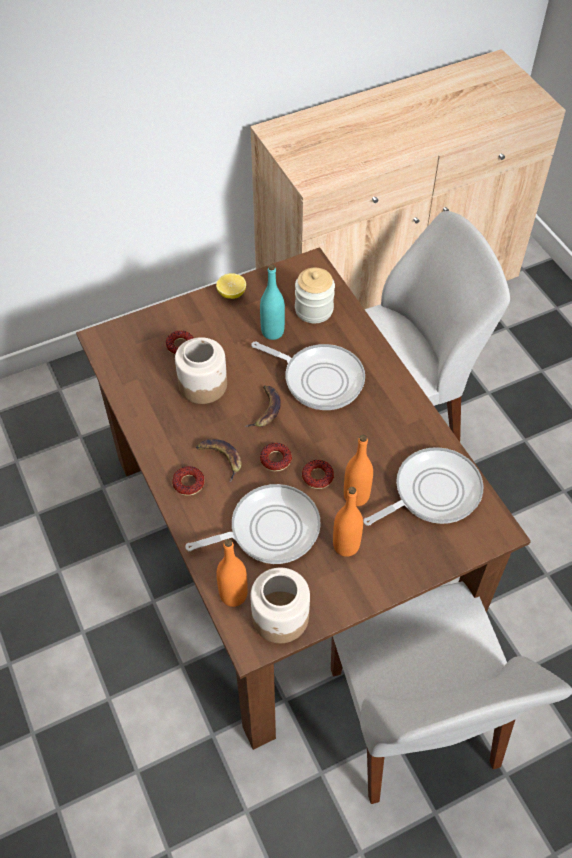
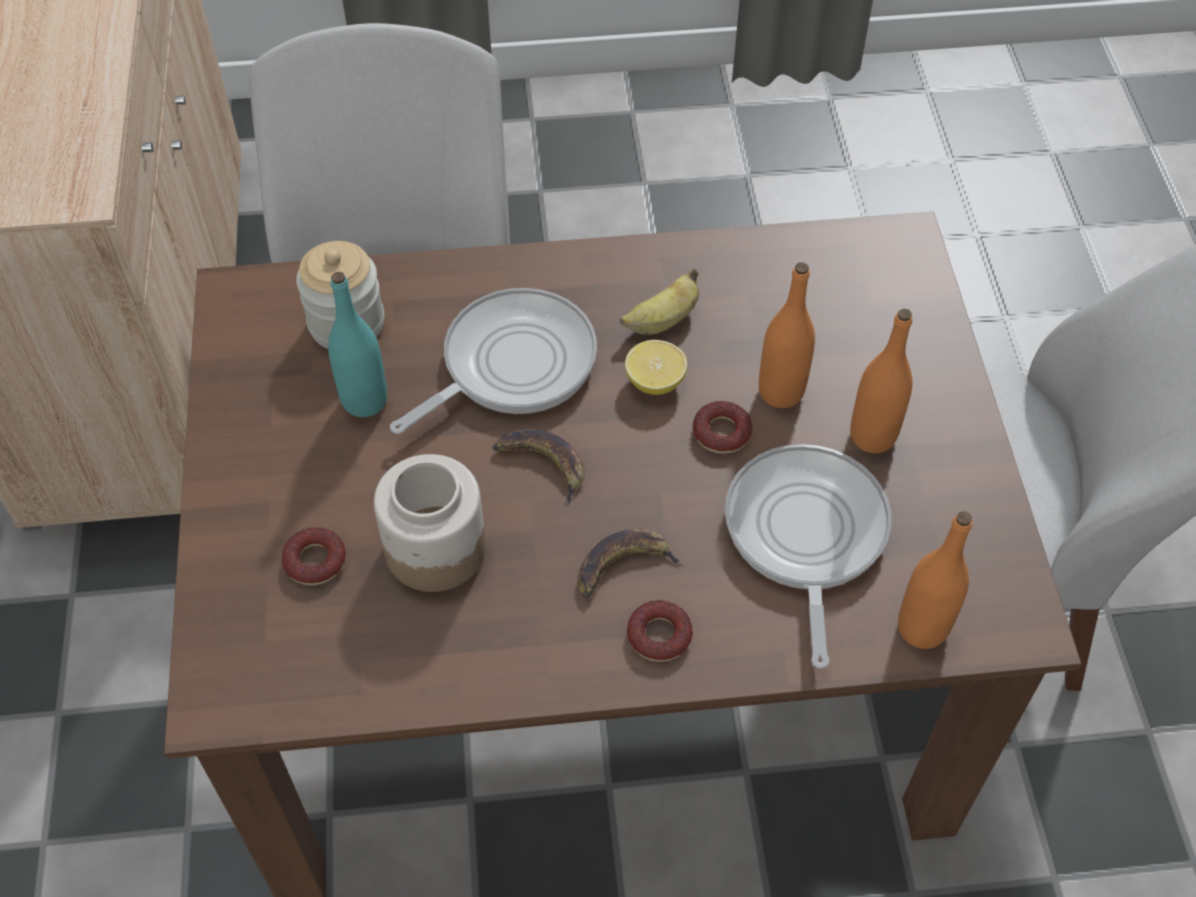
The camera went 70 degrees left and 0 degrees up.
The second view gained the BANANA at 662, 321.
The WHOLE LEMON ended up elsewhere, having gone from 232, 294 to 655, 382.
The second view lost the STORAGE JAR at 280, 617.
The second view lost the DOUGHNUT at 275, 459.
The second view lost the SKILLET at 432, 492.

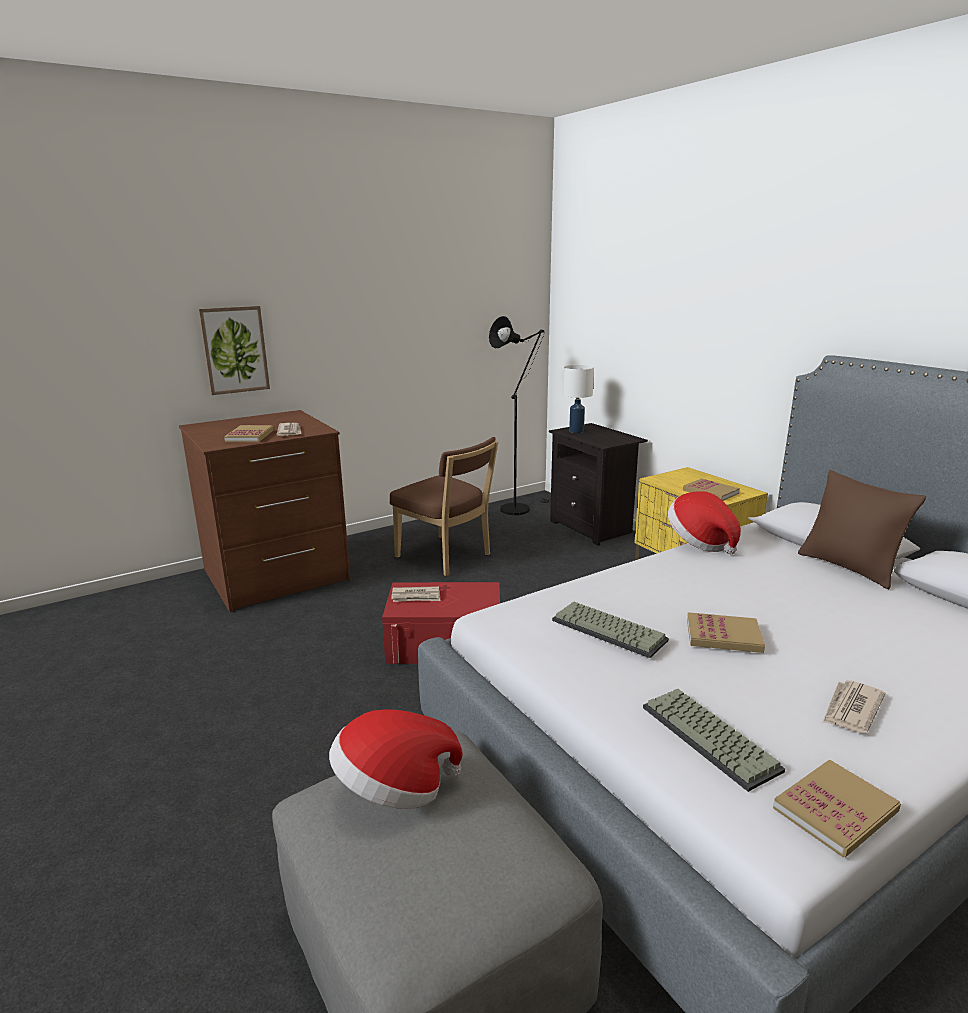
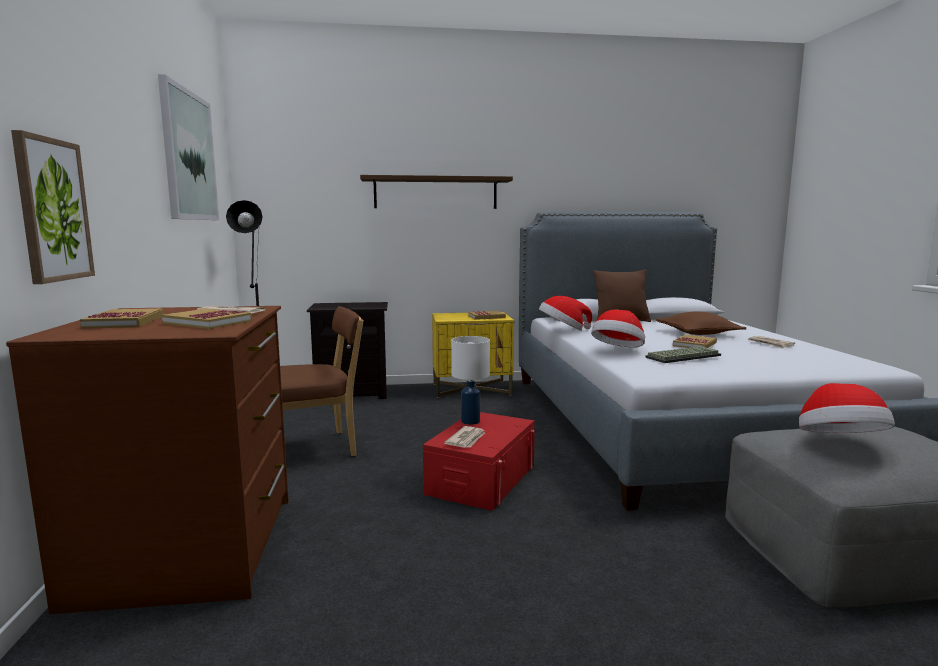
The camera went 65 degrees left and 10 degrees down.
The BOUND BOOK ended up elsewhere, having gone from 835, 810 to 125, 322.
The second view gained the WALL PICTURE at 189, 156.
The second view gained the WALL SHELF at 435, 193.
The WHITISH TABLE LAMP ended up elsewhere, having gone from 576, 431 to 469, 421.
The second view gained the CLOTHING HAT at 618, 350.
The second view gained the BROWN CUSHION at 698, 333.
The second view lost the KEYBOARD at 712, 738.

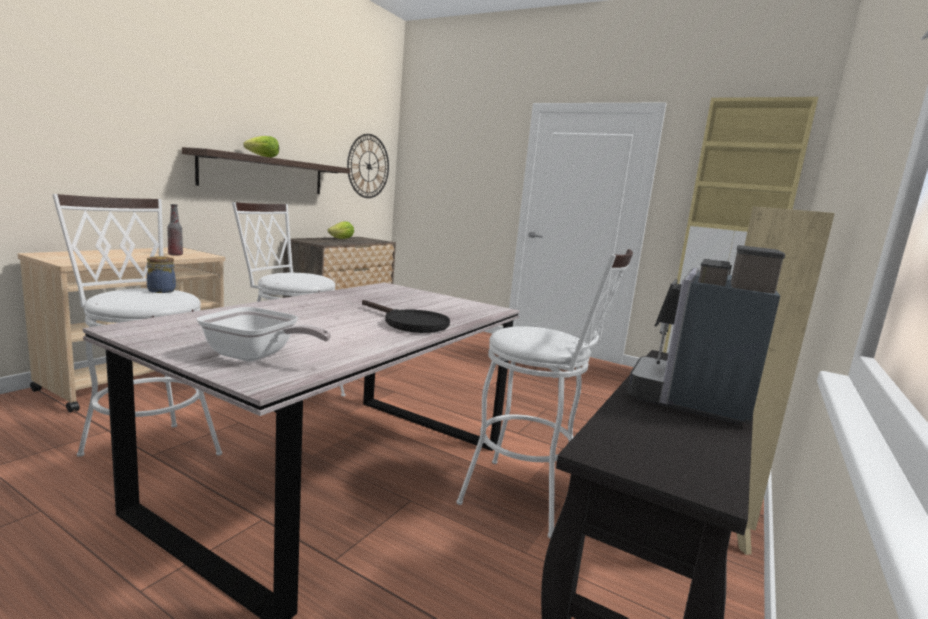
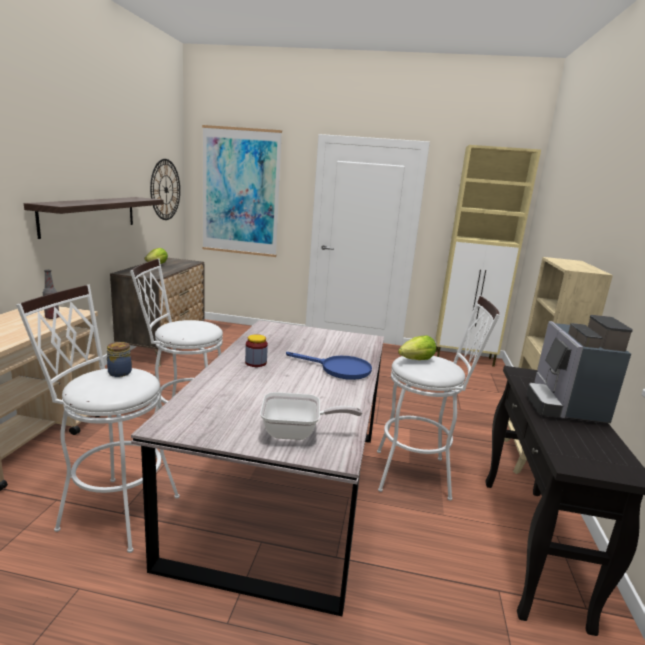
The camera went 20 degrees left and 5 degrees up.
The second view gained the WALL PICTURE at 240, 192.
The second view gained the STORAGE JAR at 256, 363.
What was the BLACK-COLOURED SKILLET at 409, 323 turned into the BLUE SKILLET at 339, 369.
The HEAD OF LETTUCE ended up elsewhere, having gone from 263, 156 to 417, 360.

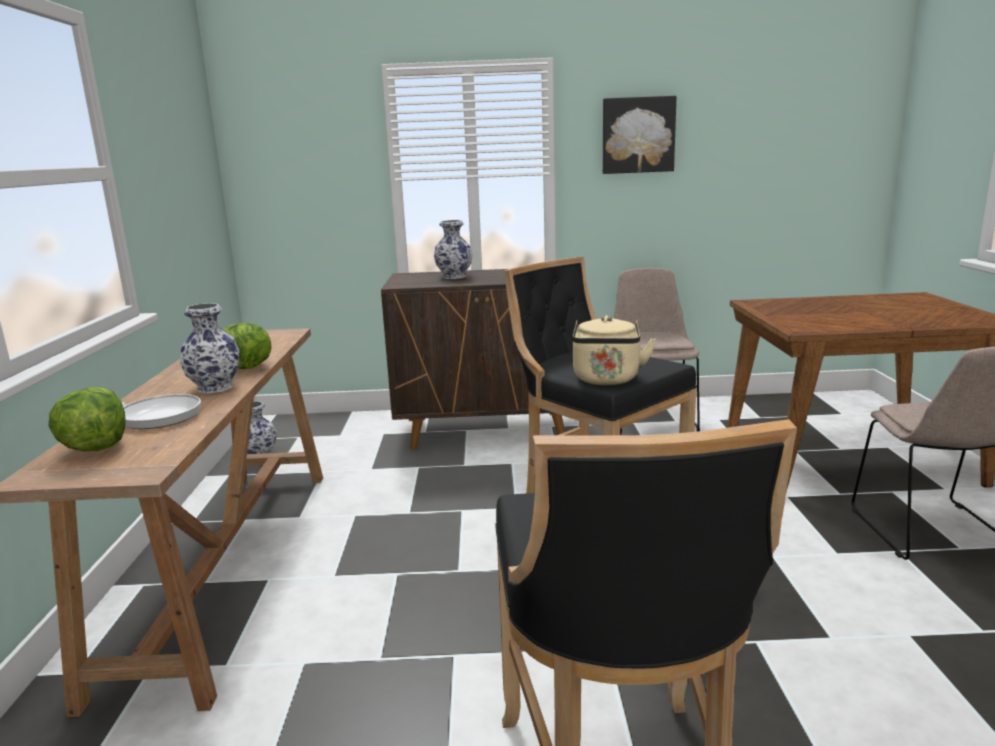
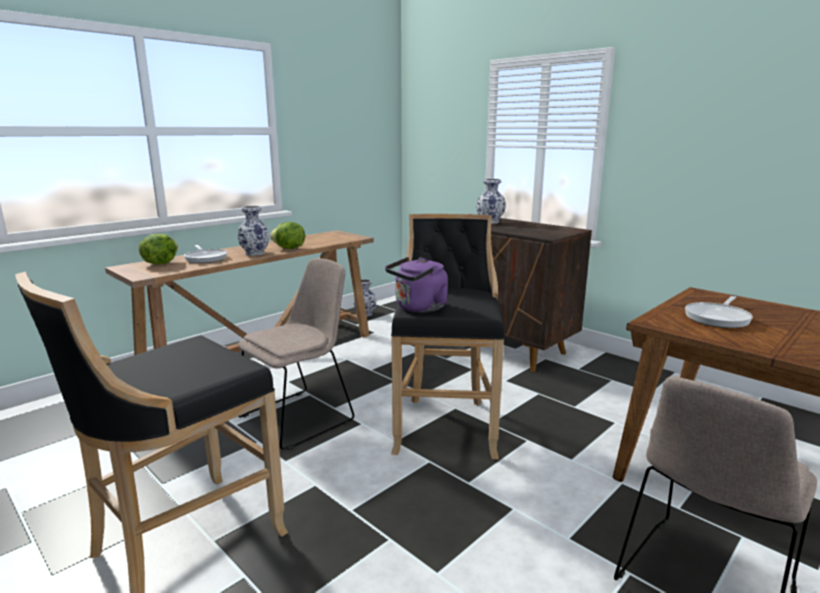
The camera went 45 degrees right and 0 degrees up.
The BEIGE-COLOURED PLAIN CHAIR ended up elsewhere, having gone from 650, 419 to 300, 417.
What was the BEIGE-COLOURED KETTLE at 607, 380 turned into the PURPLISH KETTLE at 418, 308.
The second view gained the SKILLET at 718, 318.
The second view lost the WALL PICTURE at 638, 135.

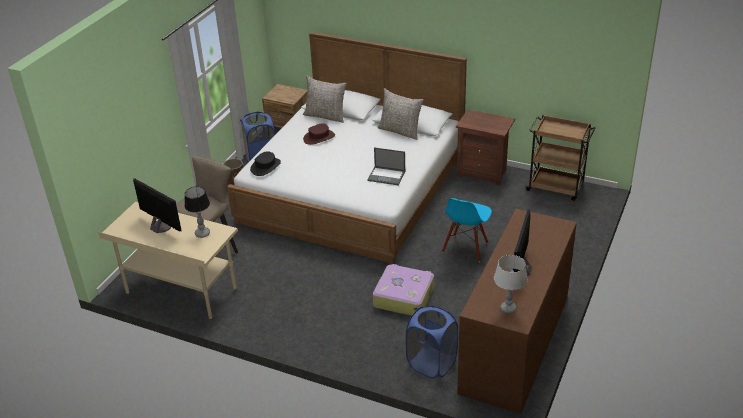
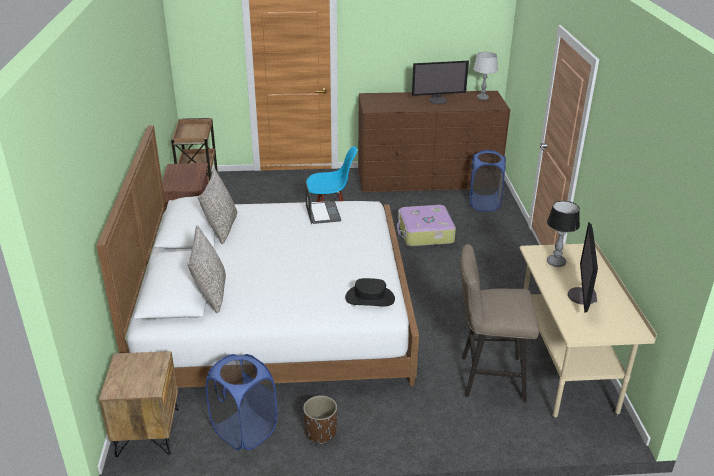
The camera went 120 degrees left and 5 degrees down.
The second view lost the BROWN CLOTHING HAT at 319, 137.

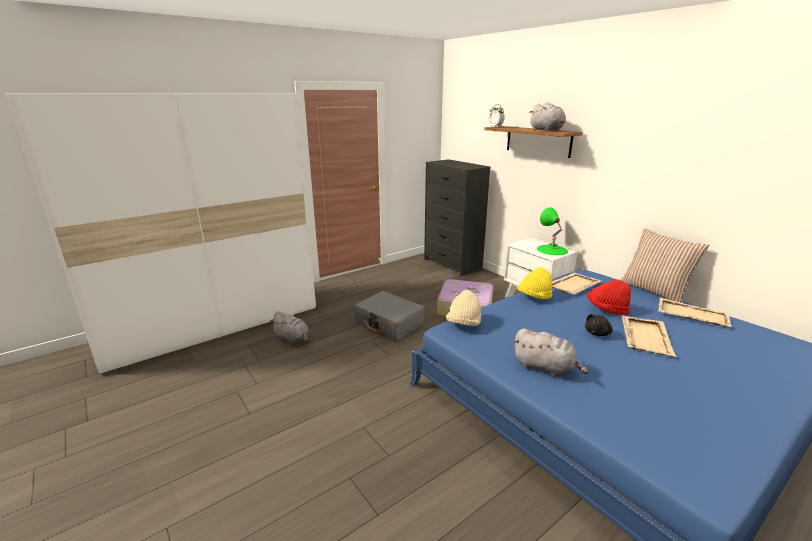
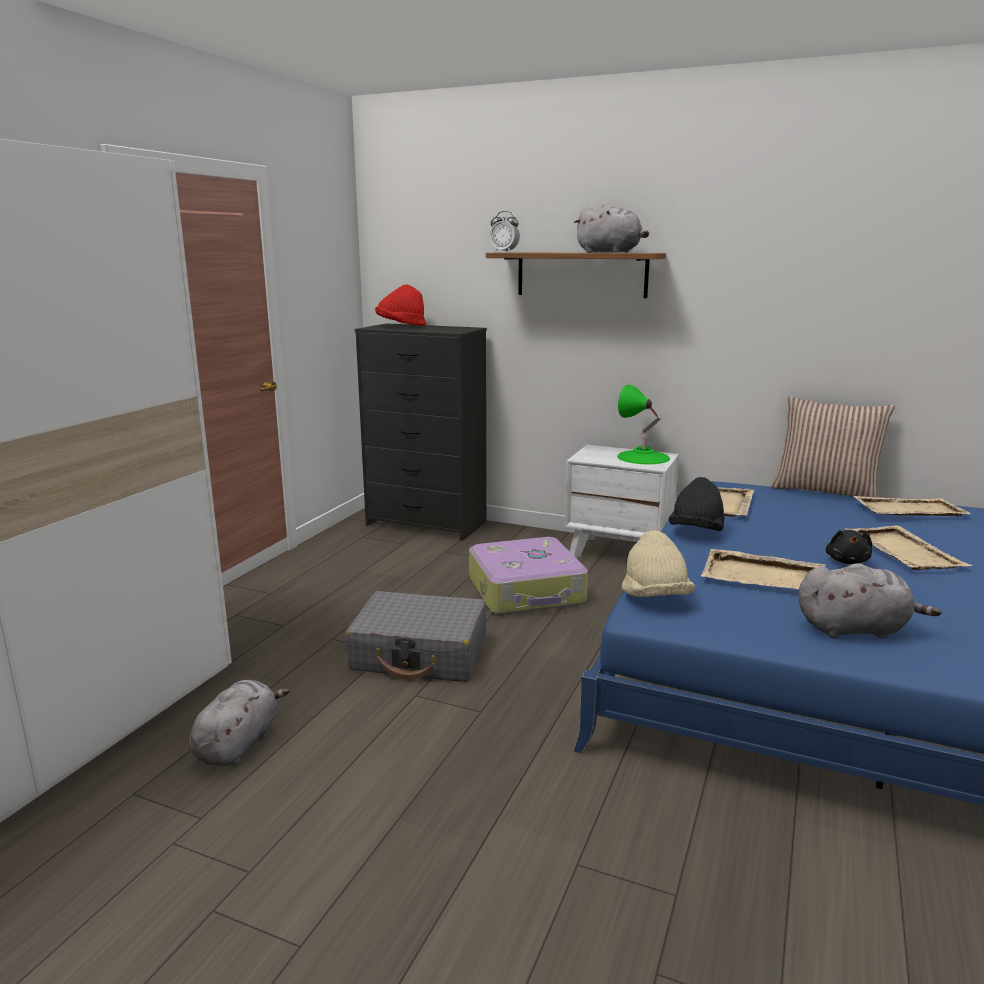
The camera went 30 degrees left and 5 degrees down.
The GRAY SOFT TOY at 292, 338 ended up facing another way, 75 degrees counterclockwise from before.
The RED CLOTHING HAT ended up elsewhere, having gone from 606, 309 to 401, 326.
What was the YELLOW CLOTHING HAT at 534, 297 turned into the BLACK-COLOURED CLOTHING HAT at 696, 532.
The second view gained the BEIGE-COLOURED CARRYING TRAY at 764, 575.

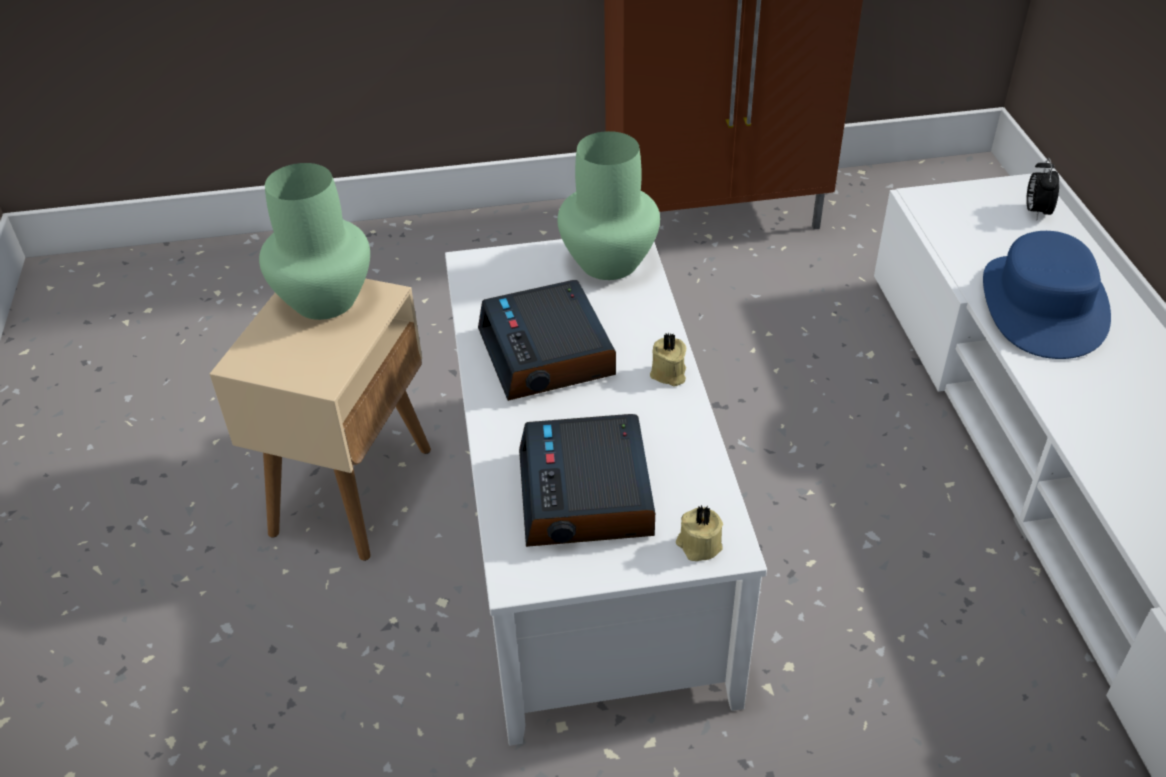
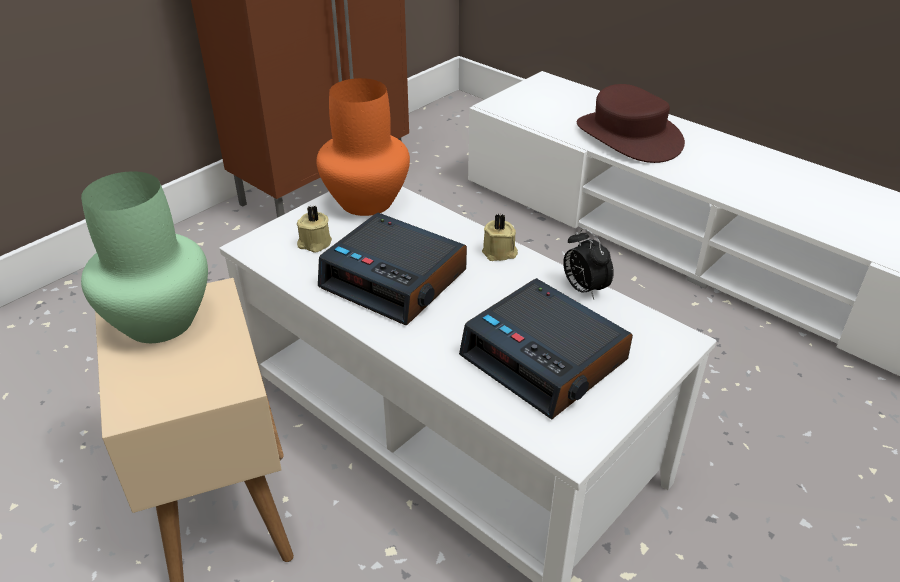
The camera went 40 degrees left and 5 degrees down.
The BEIGE-COLOURED WAX LIGHT ended up elsewhere, having gone from 698, 545 to 314, 243.
What was the GREEN-COLOURED VASE at 610, 261 turned into the ORANGE VASE at 366, 201.
The BEDSIDE CLOCK ended up elsewhere, having gone from 1036, 211 to 583, 289.
What was the BLUE CLOTHING HAT at 1041, 306 turned into the BROWN CLOTHING HAT at 627, 136.

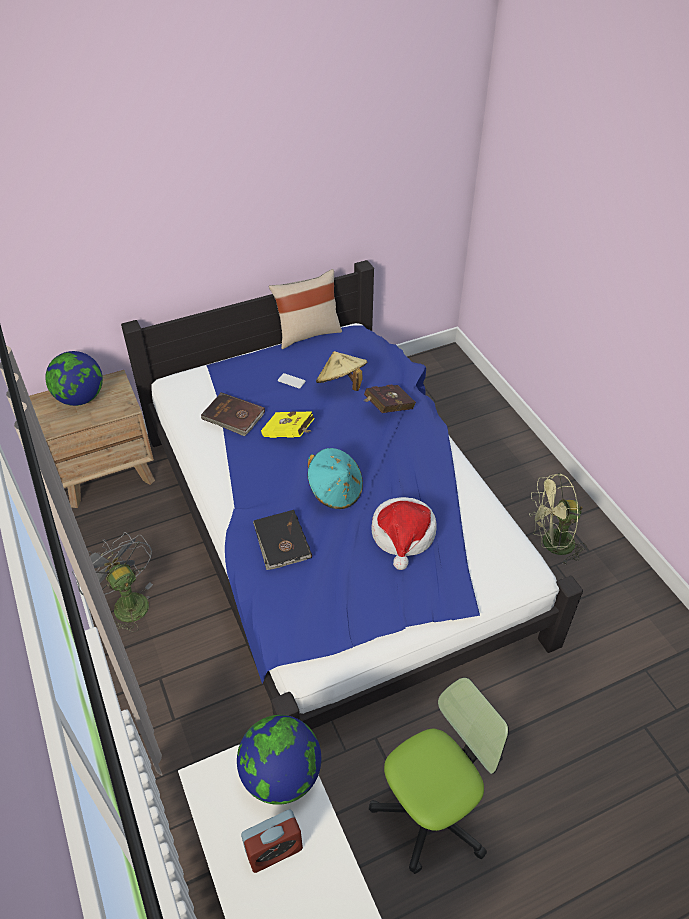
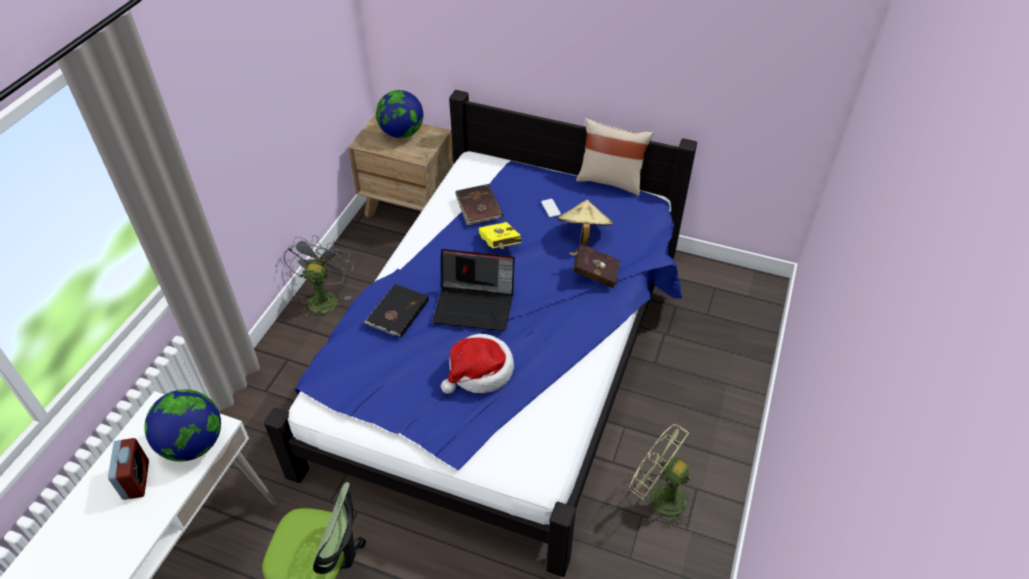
The camera went 45 degrees right and 0 degrees up.
The BEDSIDE CLOCK at 274, 850 ended up facing another way, 120 degrees counterclockwise from before.
Where the BLUE-GREEN CLOTHING HAT stood at 335, 491, the LAPTOP came to stand at 475, 305.

